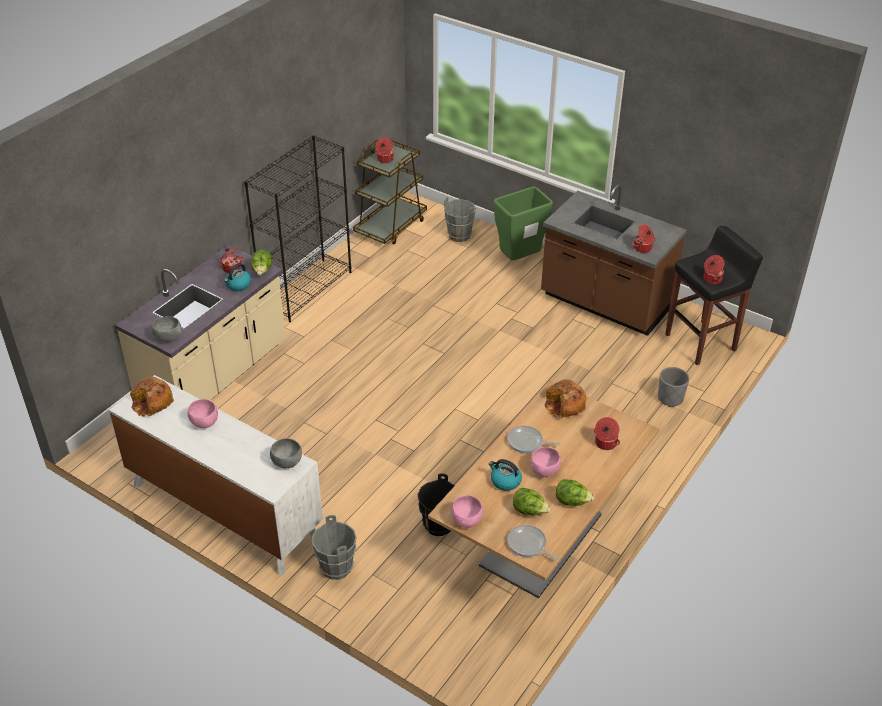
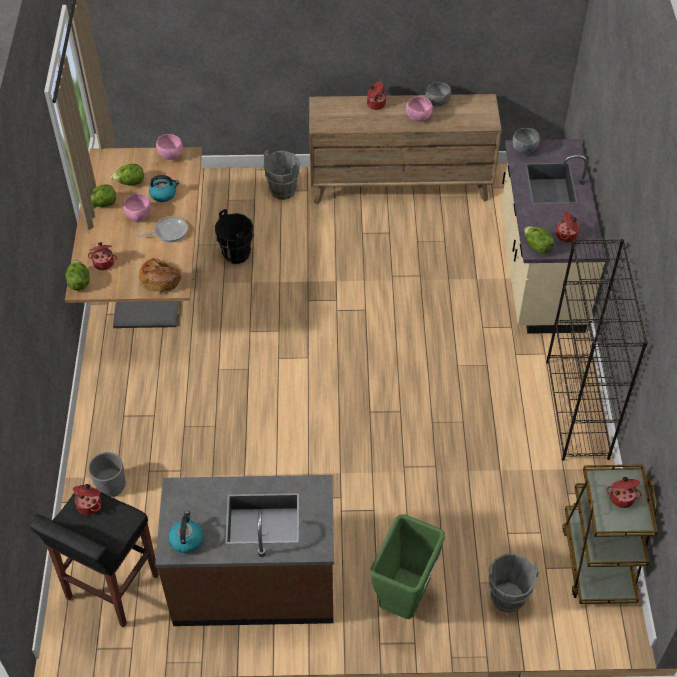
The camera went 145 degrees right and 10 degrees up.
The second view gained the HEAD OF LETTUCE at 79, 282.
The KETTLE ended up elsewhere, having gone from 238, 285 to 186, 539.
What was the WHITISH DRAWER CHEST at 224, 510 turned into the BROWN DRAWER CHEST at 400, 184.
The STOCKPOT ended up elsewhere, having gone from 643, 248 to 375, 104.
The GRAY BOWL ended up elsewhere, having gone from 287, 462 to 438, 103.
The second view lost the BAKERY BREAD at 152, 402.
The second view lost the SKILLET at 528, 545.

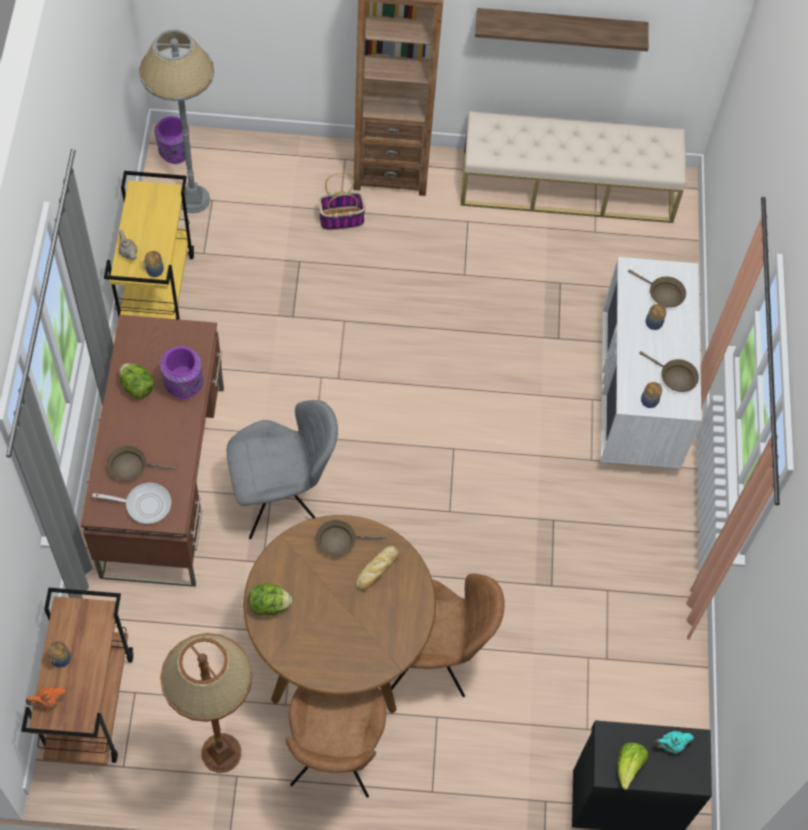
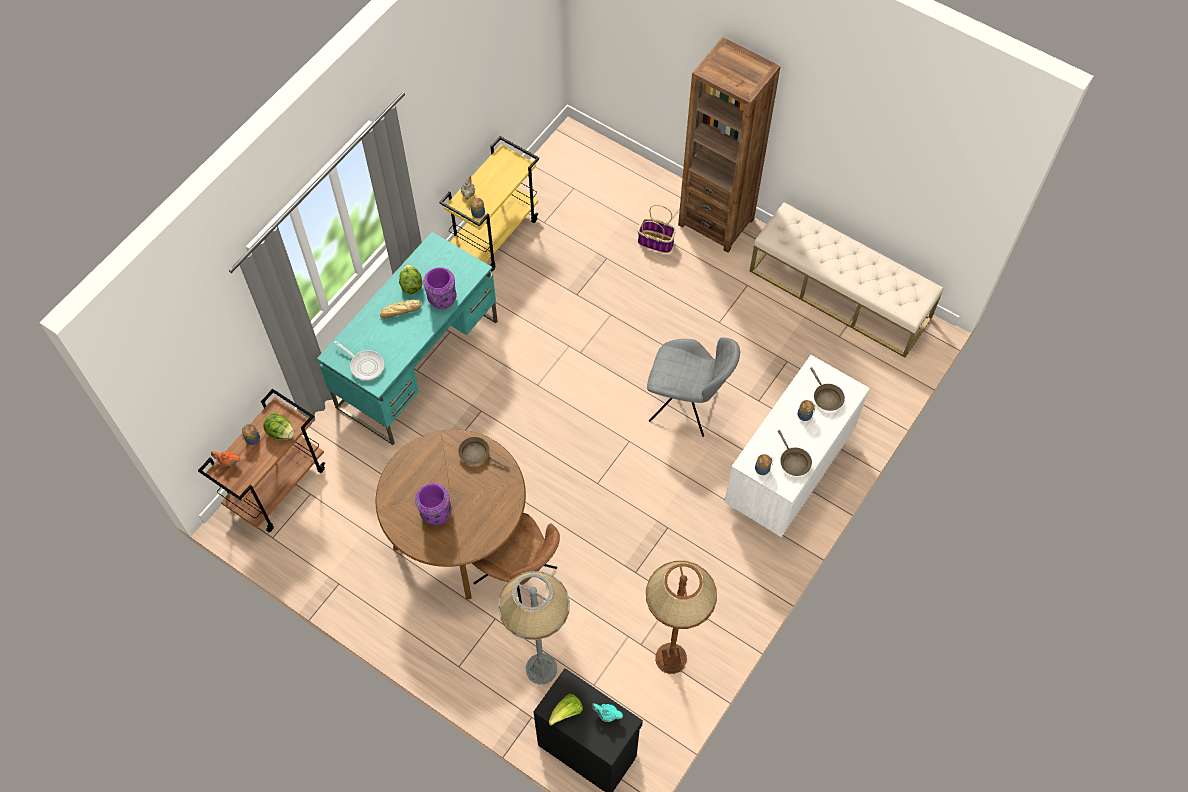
The camera went 35 degrees right and 0 degrees up.
The HEAD OF LETTUCE ended up elsewhere, having gone from 269, 605 to 281, 432.
What was the BROWN DESK UNIT at 164, 479 turned into the BLUE-GREEN DESK UNIT at 418, 363.
The BAKERY BREAD ended up elsewhere, having gone from 376, 570 to 400, 311.
The PURPLISH VASE ended up elsewhere, having gone from 174, 154 to 435, 513.
The GRAY STANDING LAMP ended up elsewhere, having gone from 193, 199 to 541, 669.
The BROWN STANDING LAMP ended up elsewhere, having gone from 222, 753 to 671, 658.
The GRAY PLAIN CHAIR ended up elsewhere, having gone from 282, 499 to 686, 406.
The second view lost the BROWN SKILLET at 131, 466.
The second view lost the BROWN PLAIN CHAIR at 334, 757.
The second view lost the WALL SHELF at 560, 27.

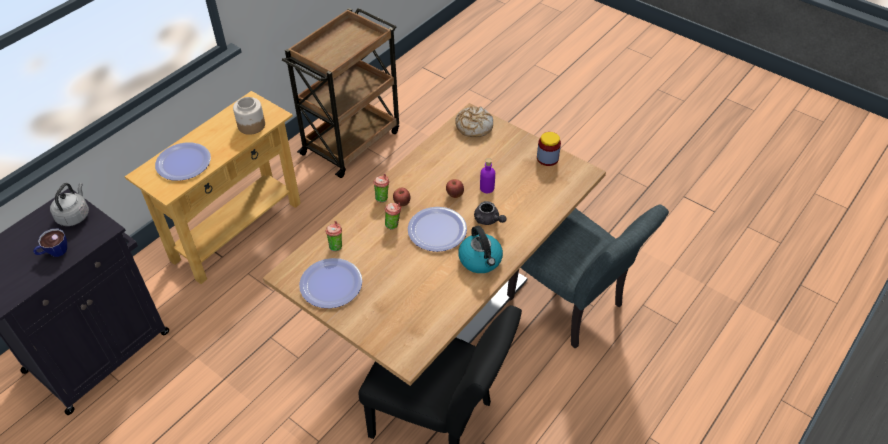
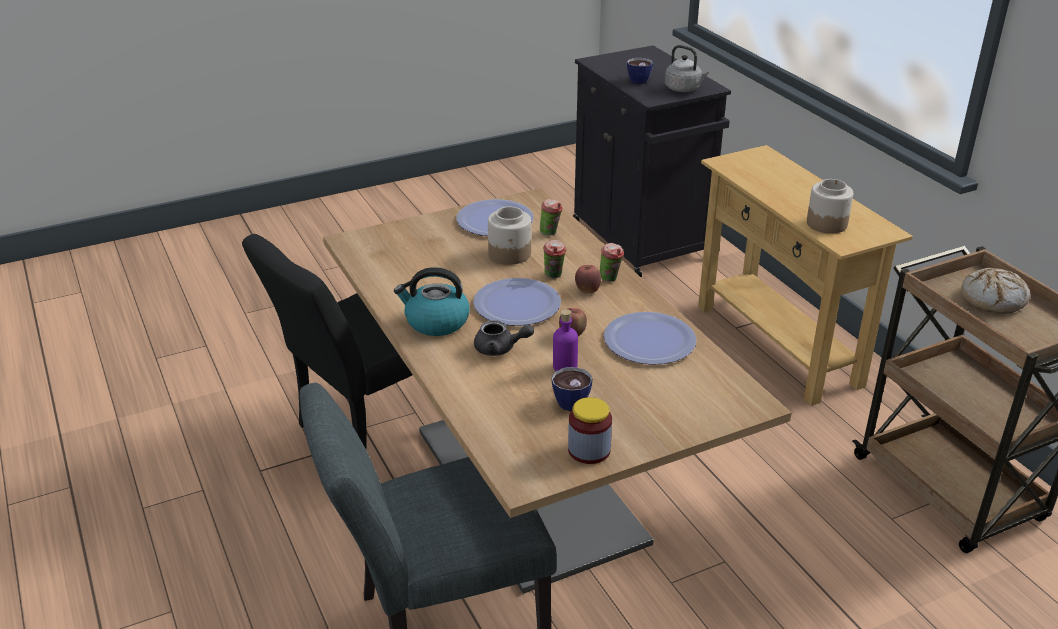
The camera went 115 degrees right and 15 degrees down.
The GRAY TEAPOT at 488, 220 ended up facing another way, 150 degrees counterclockwise from before.
The second view gained the STORAGE JAR at 510, 254.
The second view gained the CUP at 570, 399.
The PLATE ended up elsewhere, having gone from 183, 163 to 649, 340.
The BAKERY BREAD ended up elsewhere, having gone from 473, 126 to 993, 299.

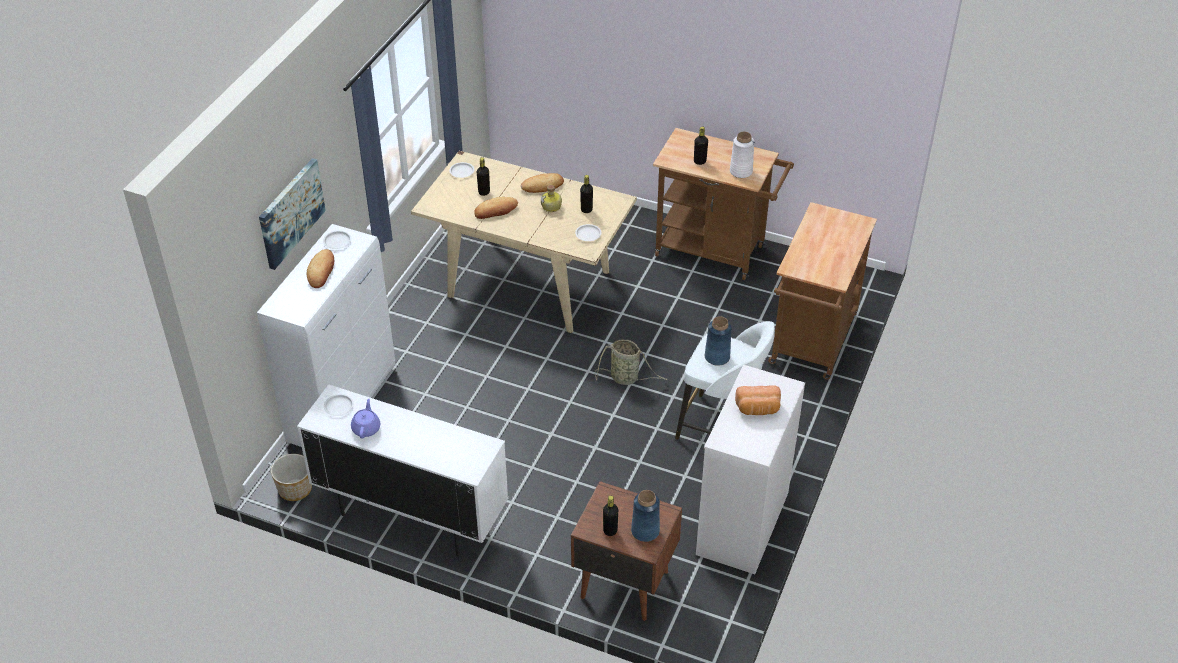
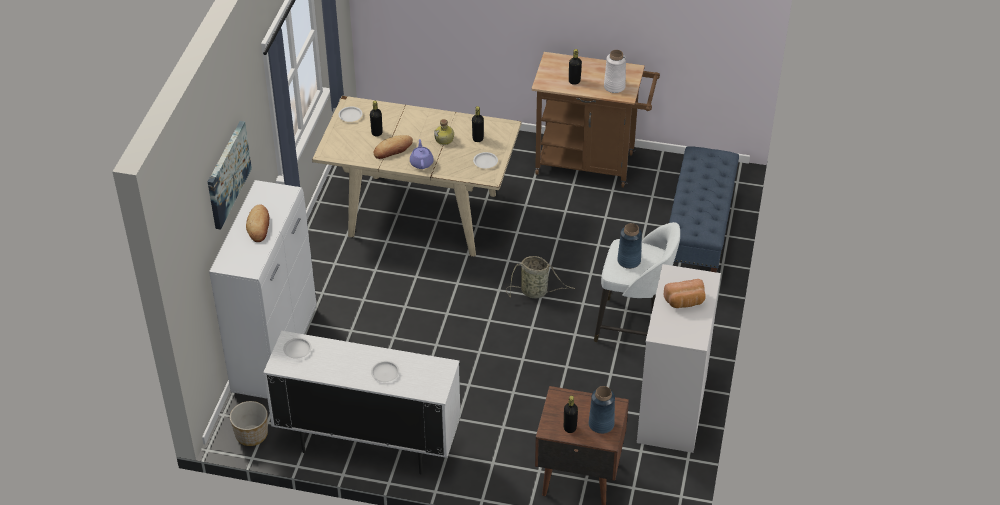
The camera went 10 degrees left and 0 degrees up.
The WHITISH PLATE ended up elsewhere, having gone from 337, 241 to 385, 373.
The PURPLISH TEAPOT ended up elsewhere, having gone from 366, 428 to 421, 163.
Where the BROWN TROLLEY stood at 812, 344, the BLUE LONG SEAT came to stand at 698, 239.
The second view lost the BAKERY BREAD at 542, 186.

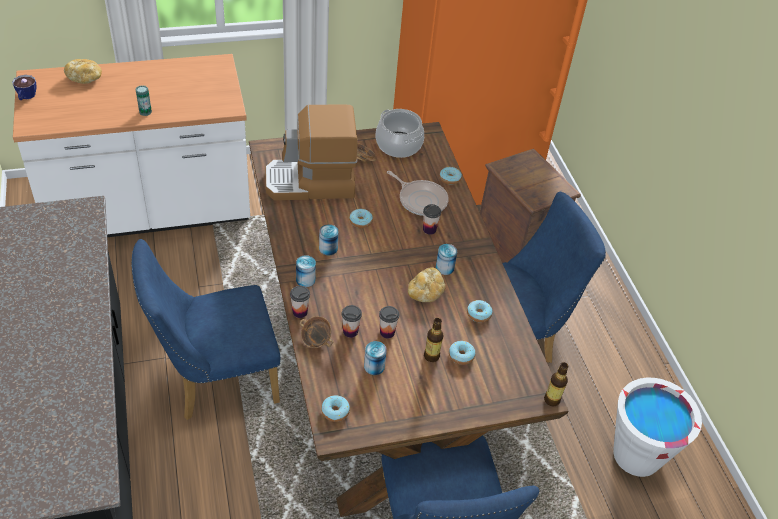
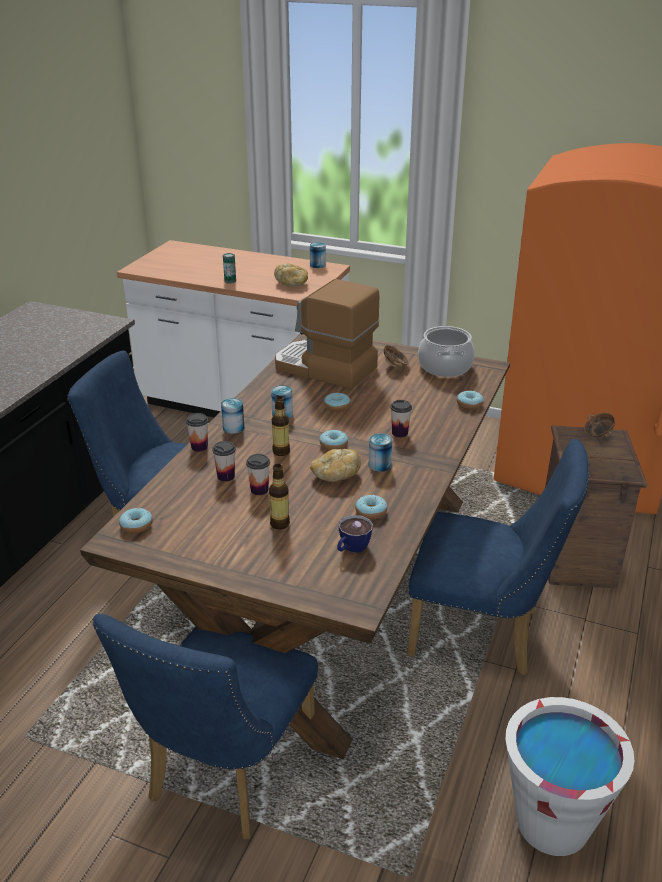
The camera went 40 degrees right and 15 degrees down.
The BEVERAGE BOTTLE ended up elsewhere, having gone from 551, 400 to 281, 452.
The BAKERY BREAD ended up elsewhere, having gone from 85, 78 to 292, 283.
The CAN ended up elsewhere, having gone from 374, 366 to 317, 265.
The DOUGHNUT ended up elsewhere, having gone from 461, 356 to 333, 445.
The CUP ended up elsewhere, having gone from 26, 97 to 351, 548.
The BOWL ended up elsewhere, having gone from 316, 340 to 597, 435.
The second view lost the SKILLET at 421, 200.

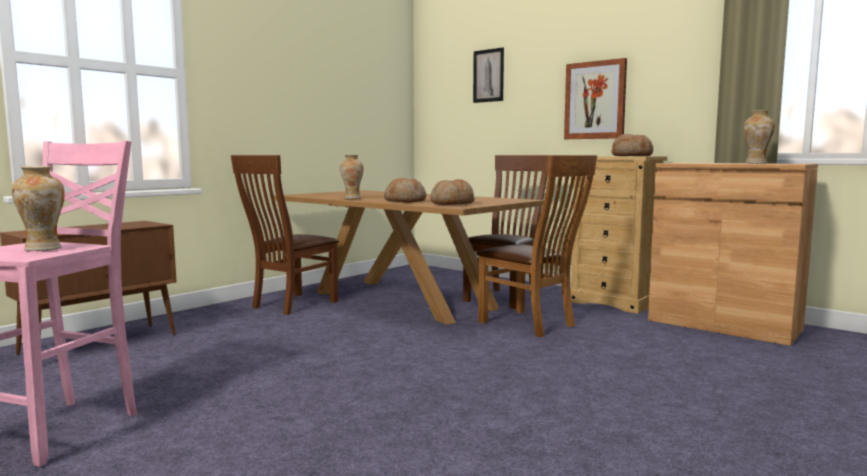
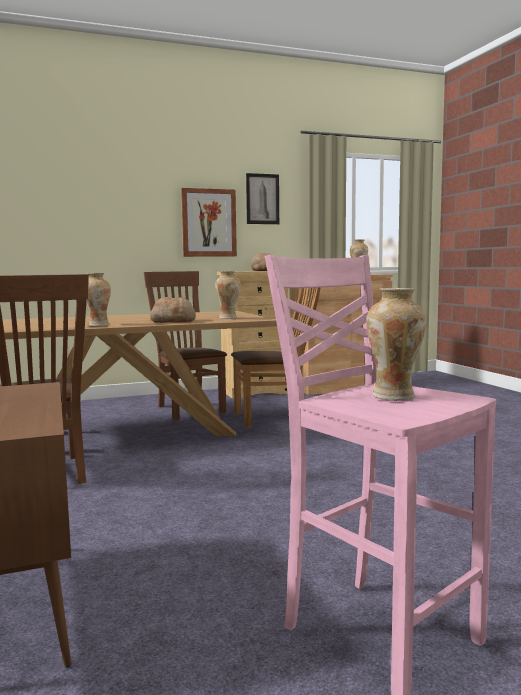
The camera went 60 degrees left and 0 degrees up.
Where the BAKERY BREAD stood at 452, 203, the VASE came to stand at 228, 318.
The WALL PICTURE ended up elsewhere, having gone from 488, 75 to 262, 199.

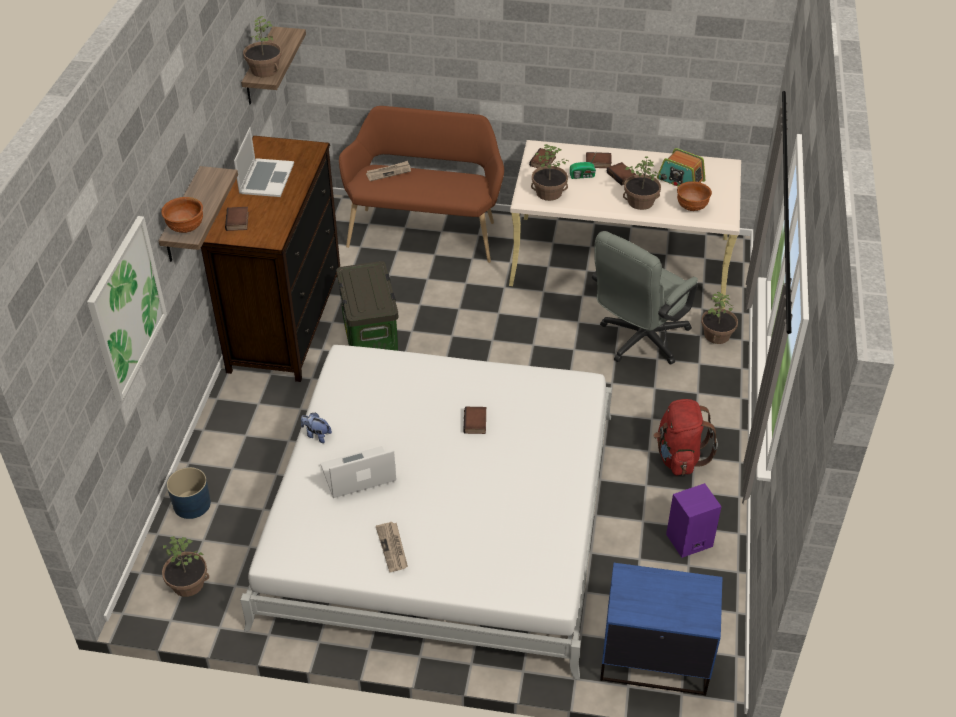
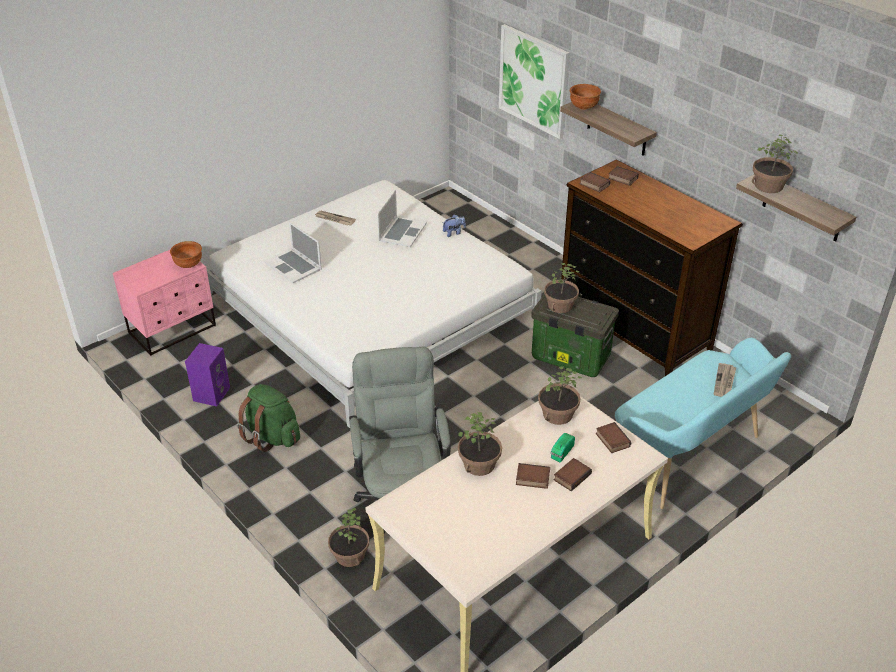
The camera went 130 degrees right and 5 degrees down.
What was the BLUE NIGHTSTAND at 654, 658 turned into the PINK NIGHTSTAND at 173, 330.
The BROWN BOWL ended up elsewhere, having gone from 692, 207 to 188, 265.
What was the RED BACKPACK at 679, 457 turned into the GREEN-COLOURED BACKPACK at 272, 437.
The LAPTOP ended up elsewhere, having gone from 266, 178 to 293, 265.
The PLANT IN A POT ended up elsewhere, having gone from 188, 584 to 560, 305.
The BOUND BOOK ended up elsewhere, having gone from 476, 423 to 593, 185.
What was the BROWN LONG SEAT at 425, 231 turned into the BLUE-GREEN LONG SEAT at 688, 457.
The second view lost the BLUE PLANT POT at 192, 504.
The second view lost the RADIO SET at 680, 180.

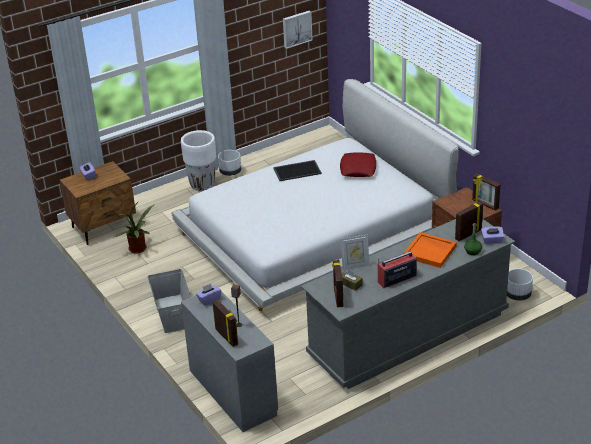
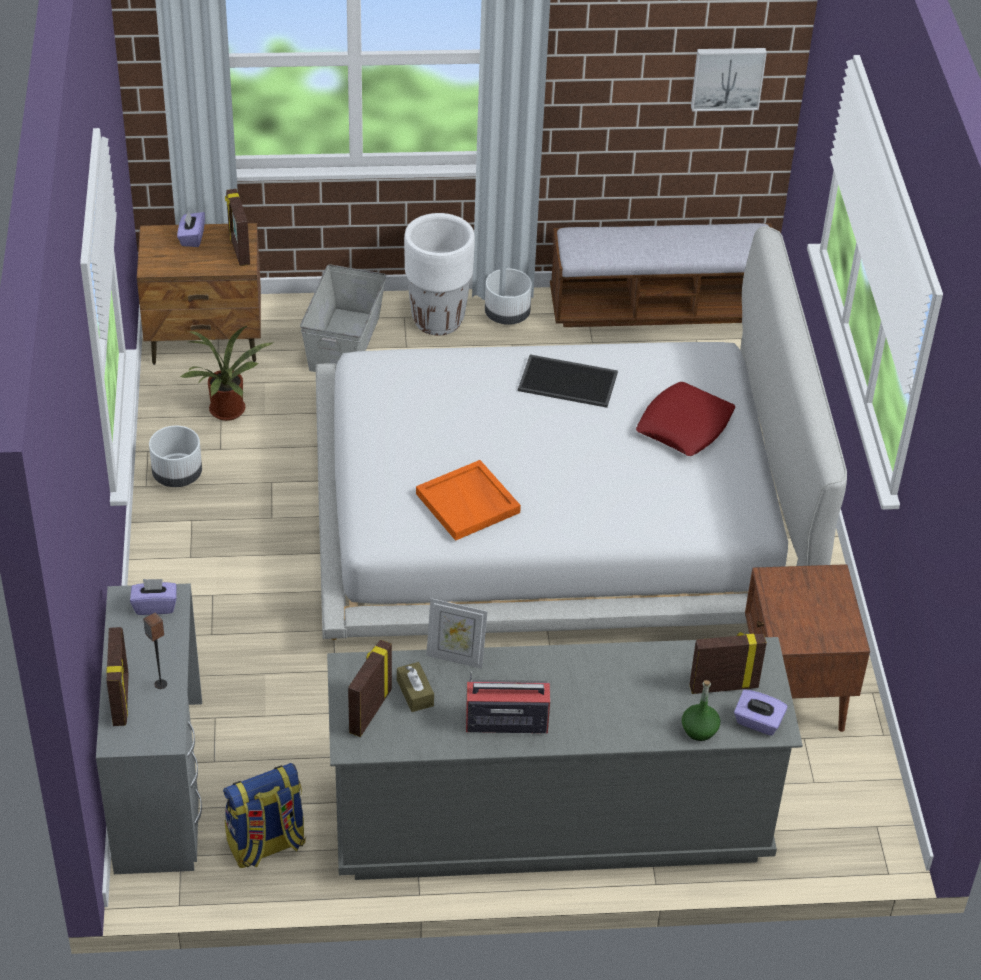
The camera went 25 degrees right and 10 degrees up.
The WHITISH PLANT POT ended up elsewhere, having gone from 517, 295 to 177, 475.
The second view gained the BACKPACK at 266, 845.
The PHOTO FRAME ended up elsewhere, having gone from 485, 204 to 238, 249.
The GRAY STORAGE BIN ended up elsewhere, having gone from 173, 313 to 345, 342.
The ORANGE CARRYING TRAY ended up elsewhere, having gone from 430, 251 to 468, 503.
The second view gained the LONG SEAT at 660, 307.

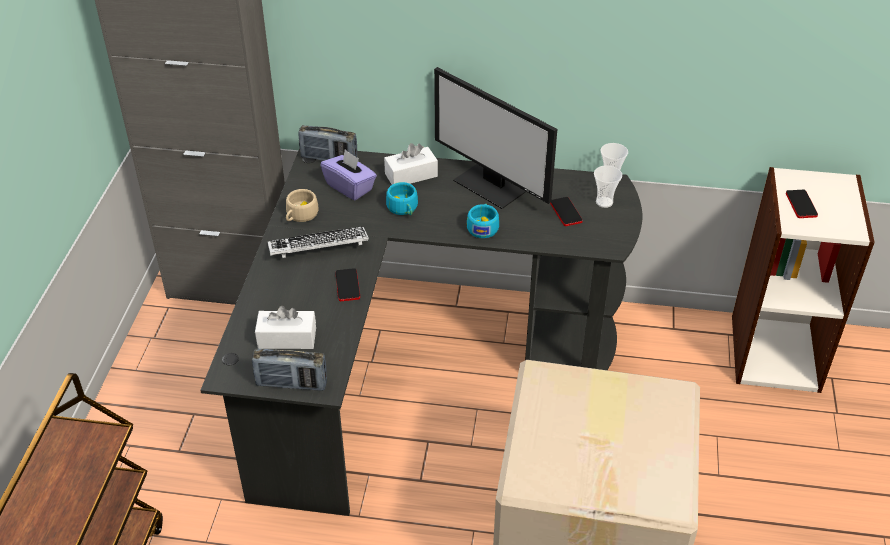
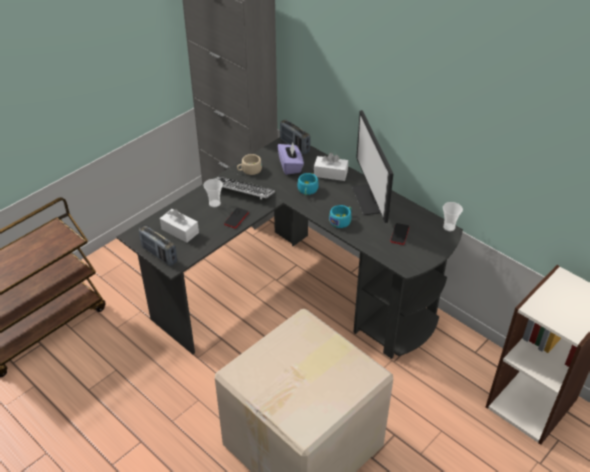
The camera went 35 degrees right and 0 degrees up.
The CUP ended up elsewhere, having gone from 604, 202 to 214, 203.
The second view lost the PHONE at 801, 204.

